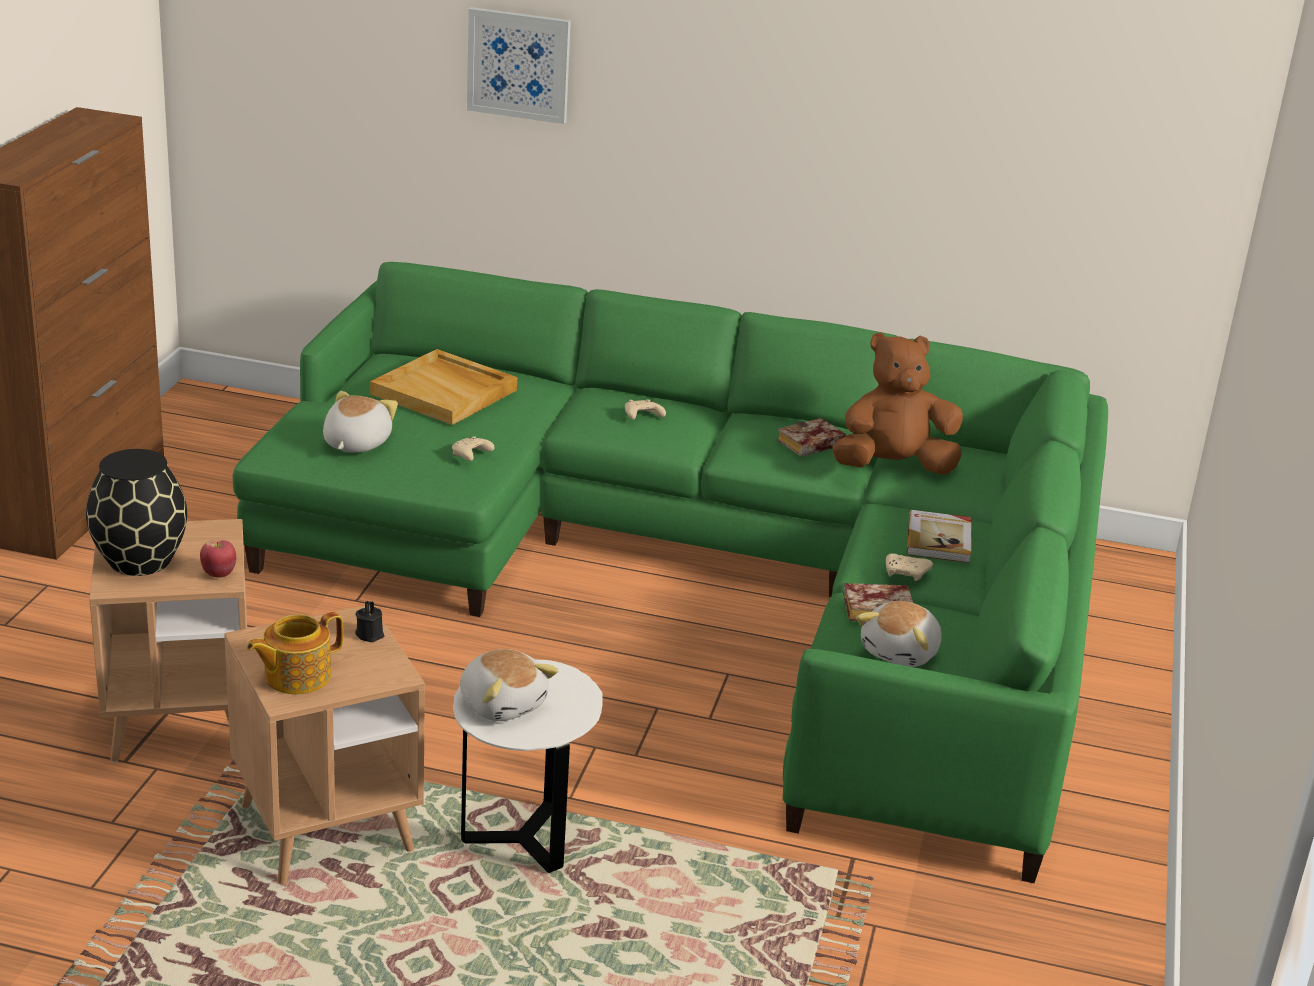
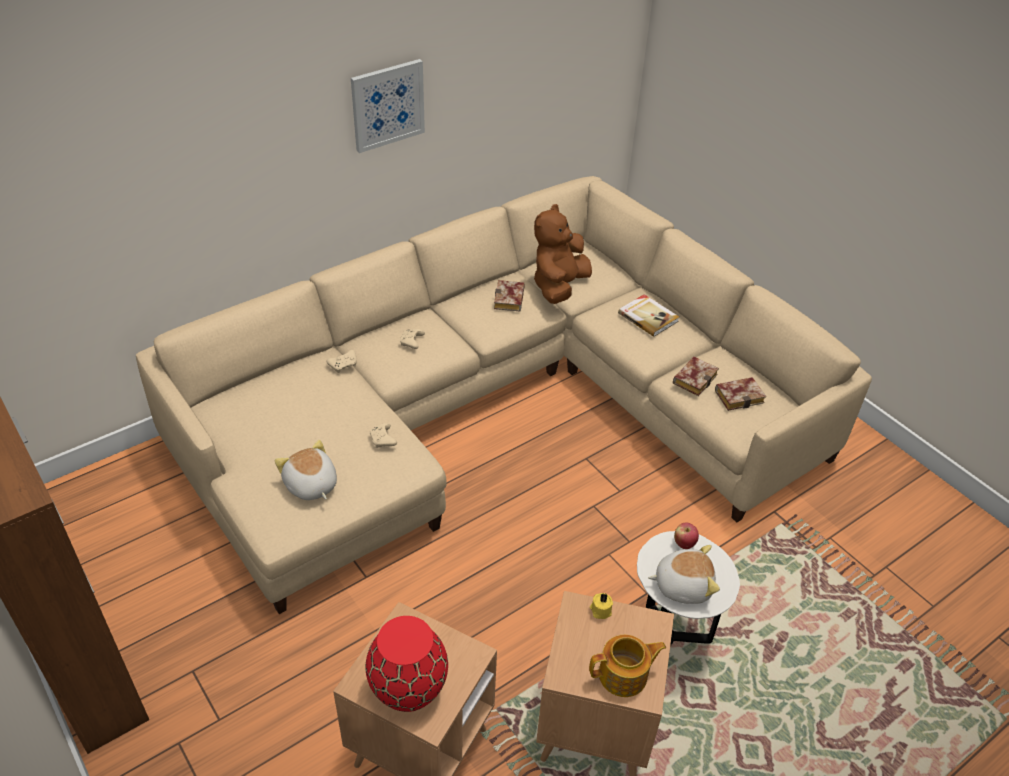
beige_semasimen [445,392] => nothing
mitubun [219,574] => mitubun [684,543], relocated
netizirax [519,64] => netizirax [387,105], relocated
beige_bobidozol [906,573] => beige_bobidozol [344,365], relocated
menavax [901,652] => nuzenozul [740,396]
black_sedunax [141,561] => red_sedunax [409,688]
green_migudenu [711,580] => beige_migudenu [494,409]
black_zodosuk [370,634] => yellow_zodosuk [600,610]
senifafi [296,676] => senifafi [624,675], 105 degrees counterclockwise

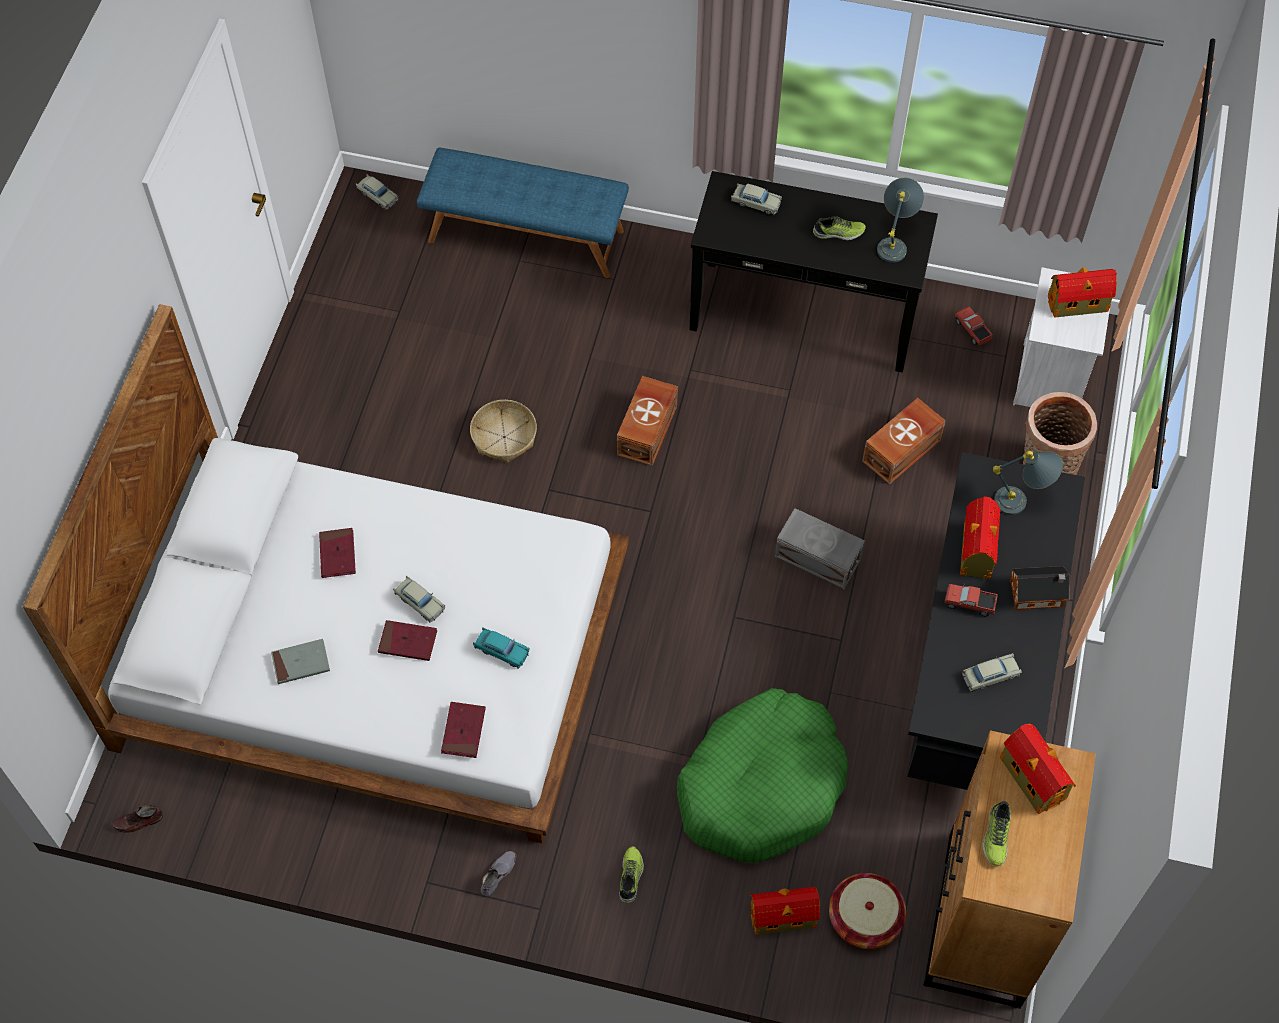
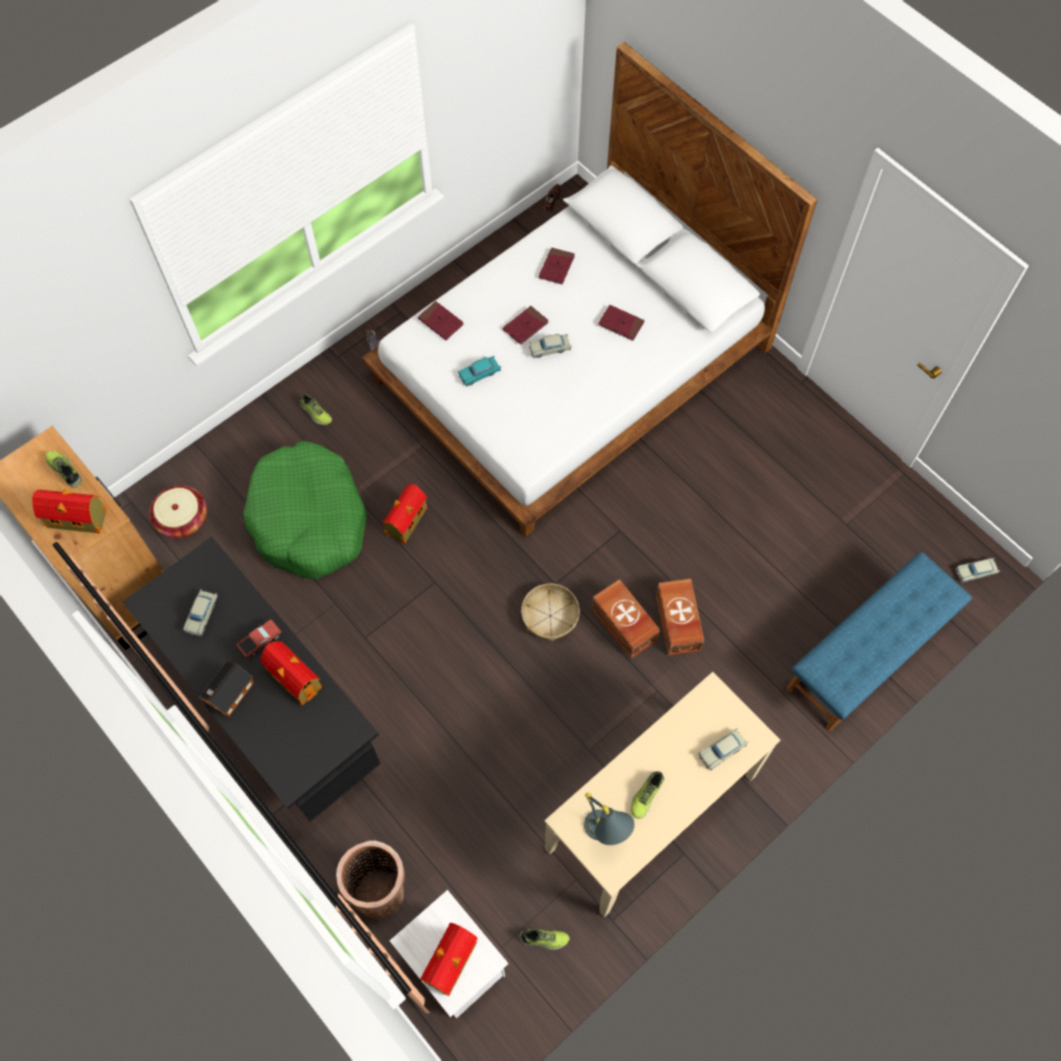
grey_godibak [818,559] => nothing
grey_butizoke [1022,503] => nothing
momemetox [504,437] => momemetox [550,616], relocated
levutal [784,916] => levutal [405,522], relocated
brown_godibak [903,451] => brown_godibak [676,624], relocated
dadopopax [972,331] => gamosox [544,939]
grey_nuzenozul [301,663] => red_nuzenozul [556,267]
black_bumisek [804,314] => beige_bumisek [651,813]

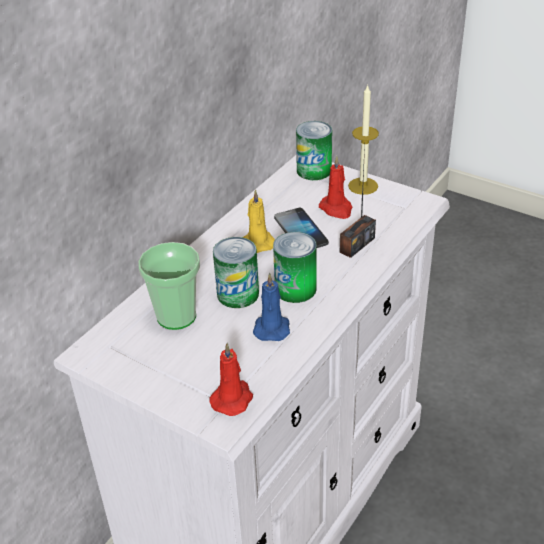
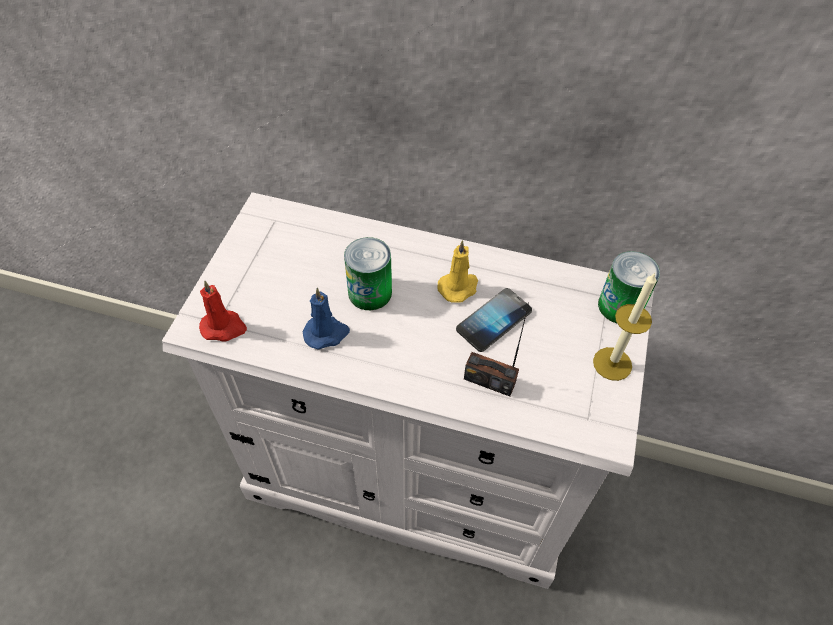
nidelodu [176,316] => nothing
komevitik [295,289] => nothing
red_zodosuk [336,209] => nothing

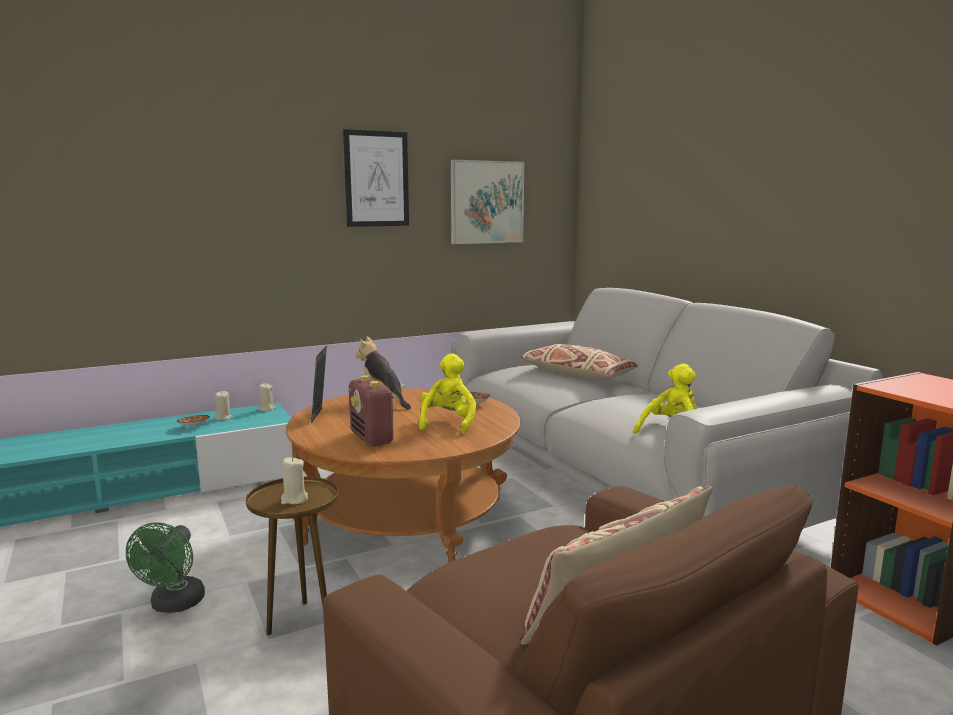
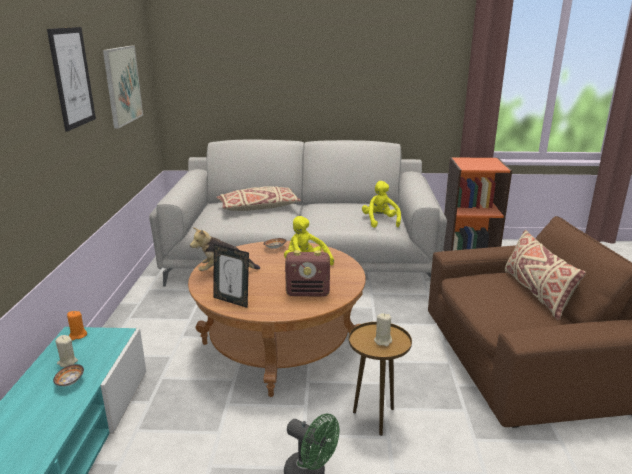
beige_zodosuk [266,409] => orange_zodosuk [78,335]

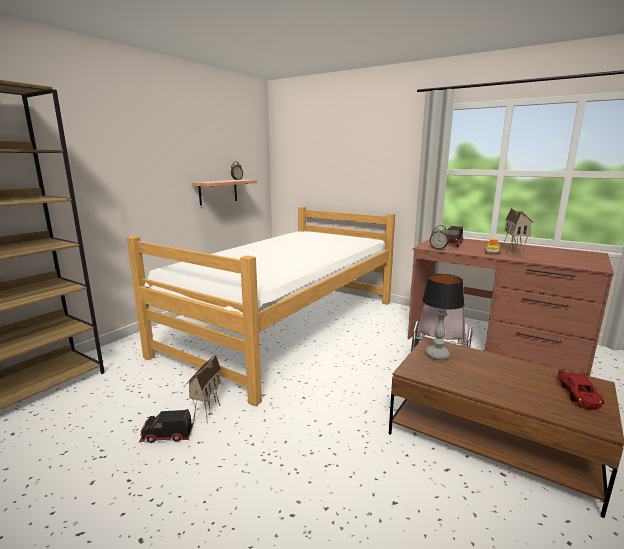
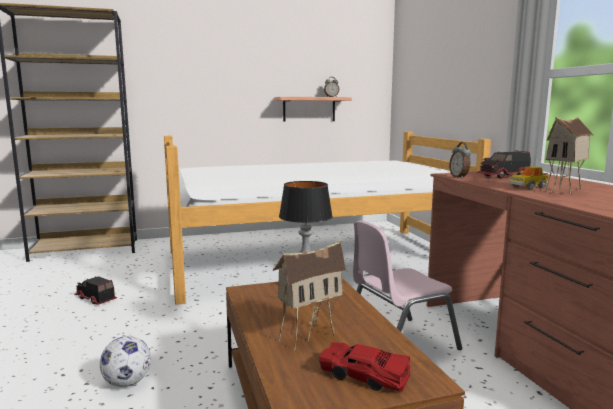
nothing => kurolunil [127,382]
levutal [206,411] => levutal [308,334], relocated
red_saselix [578,395] => red_saselix [363,375], 60 degrees clockwise

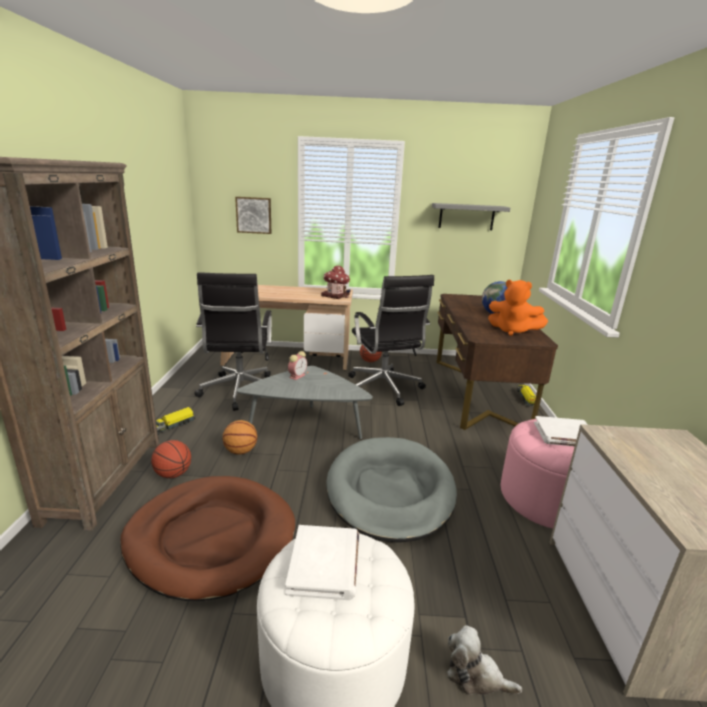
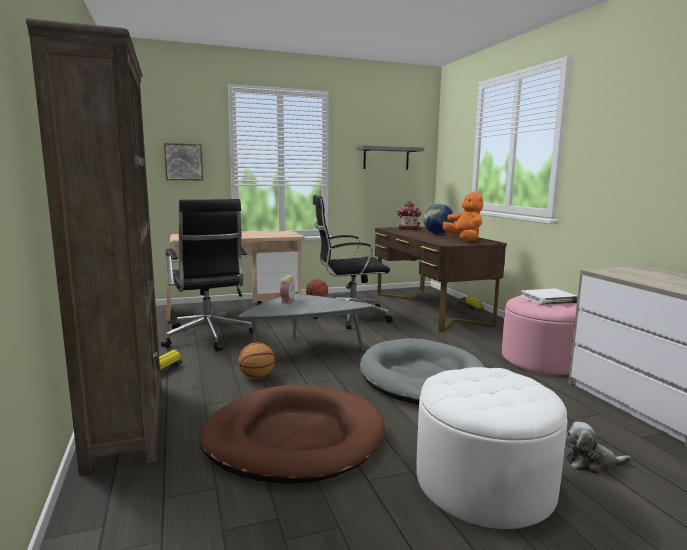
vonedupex [173,474] => nothing
white_nuzenozul [324,564] => nothing
levutal [336,295] => levutal [408,228], relocated
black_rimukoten [384,389] => black_rimukoten [349,317], 120 degrees clockwise
orange_menavax [512,331] => orange_menavax [464,239], 120 degrees counterclockwise

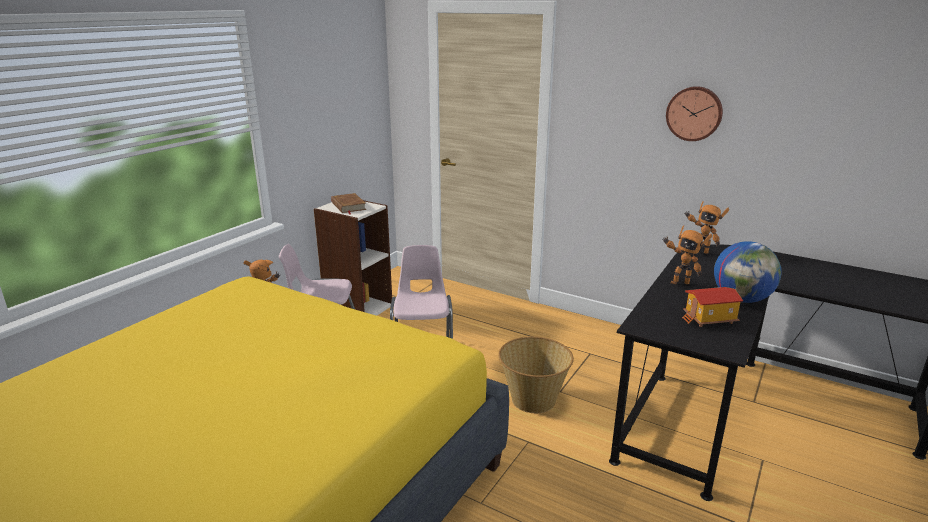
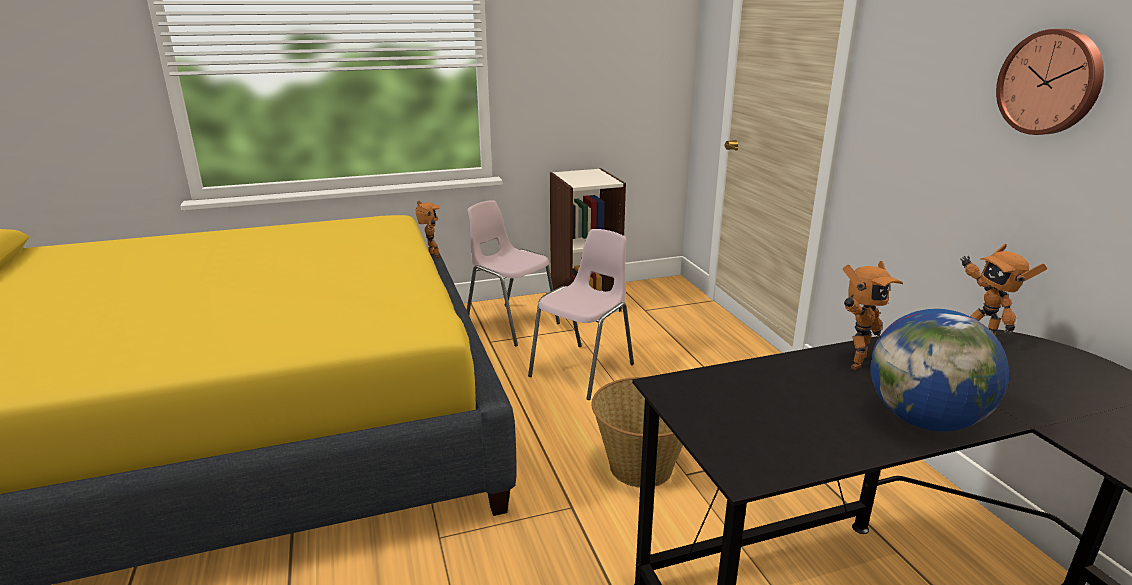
brown_nuzenozul [348,206] => nothing
levutal [709,320] => nothing
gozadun [679,282] => gozadun [853,361], 105 degrees counterclockwise

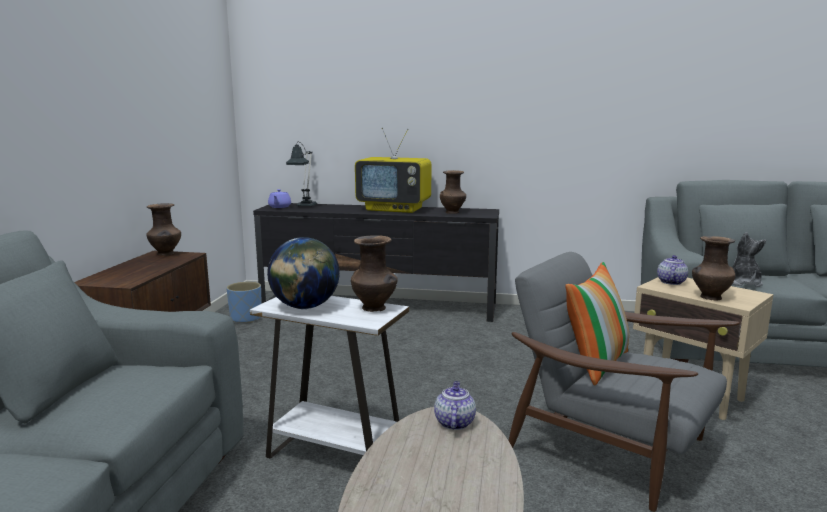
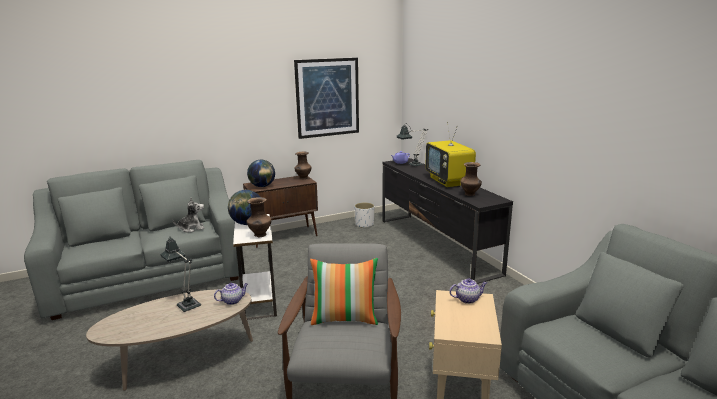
brown_sedunax [709,297] => nothing
nothing => butizoke [186,304]
nothing => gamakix [262,186]
nothing => netizirax [327,97]
menavax [743,283] => menavax [191,228], relocated
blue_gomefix [246,318] => white_gomefix [364,224]

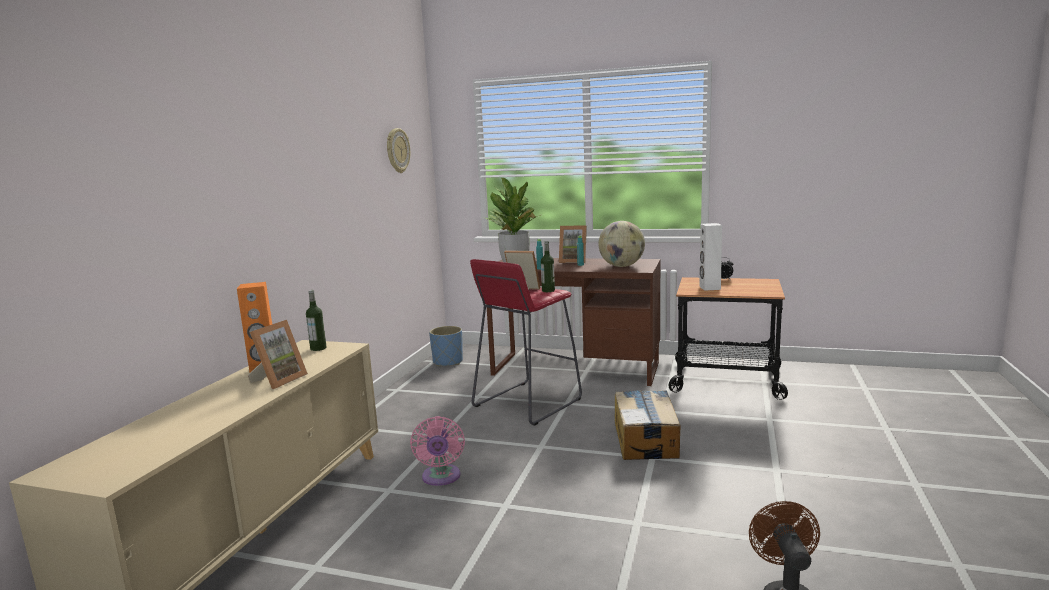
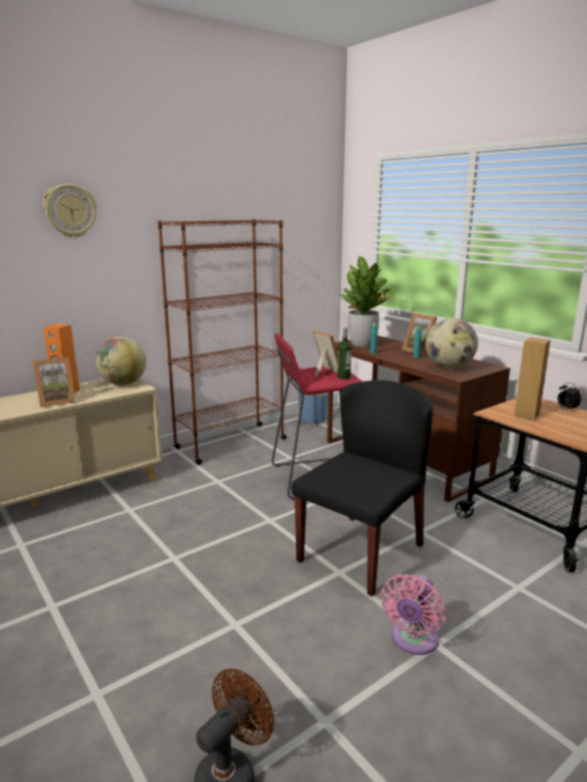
nothing => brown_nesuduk [230,443]
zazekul [397,150] => zazekul [70,211], relocated
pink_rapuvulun [441,478] => pink_rapuvulun [413,641], relocated
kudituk [318,348] => gamakix [123,383]
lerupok [646,439] => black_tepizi [361,552]
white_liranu [709,288] => brown_liranu [526,414]

